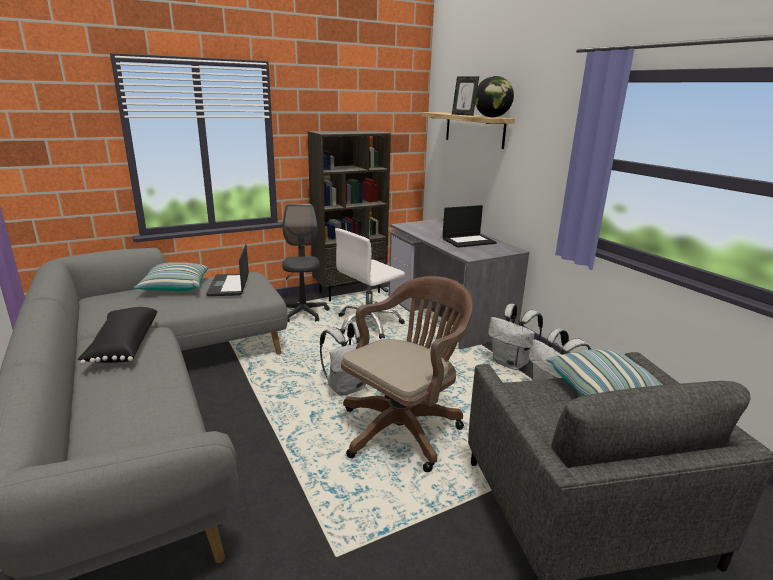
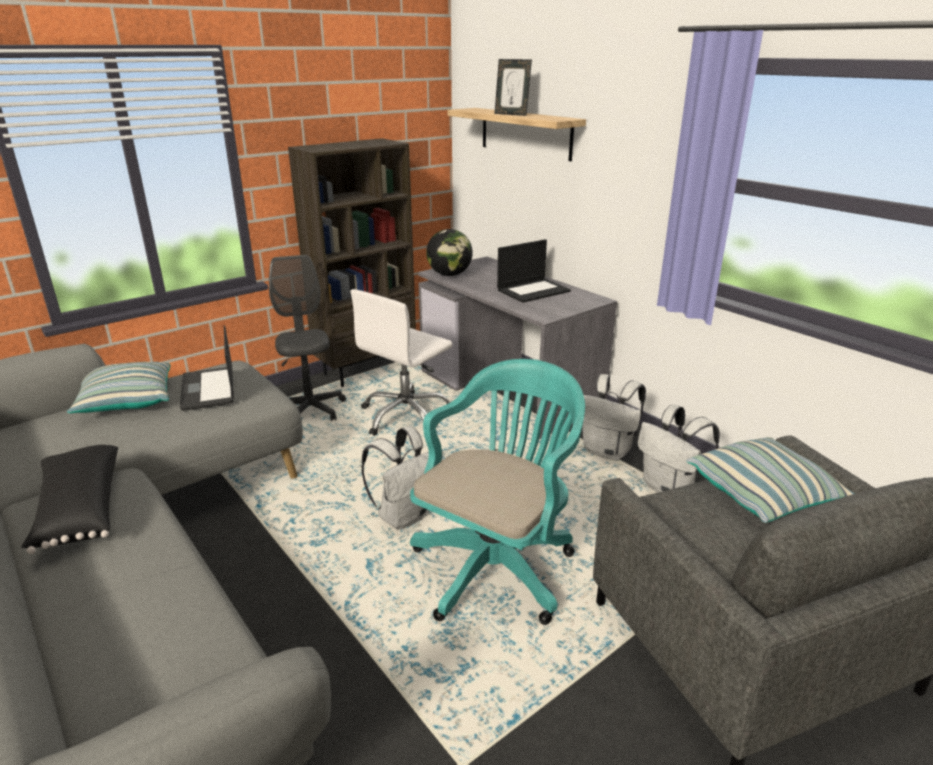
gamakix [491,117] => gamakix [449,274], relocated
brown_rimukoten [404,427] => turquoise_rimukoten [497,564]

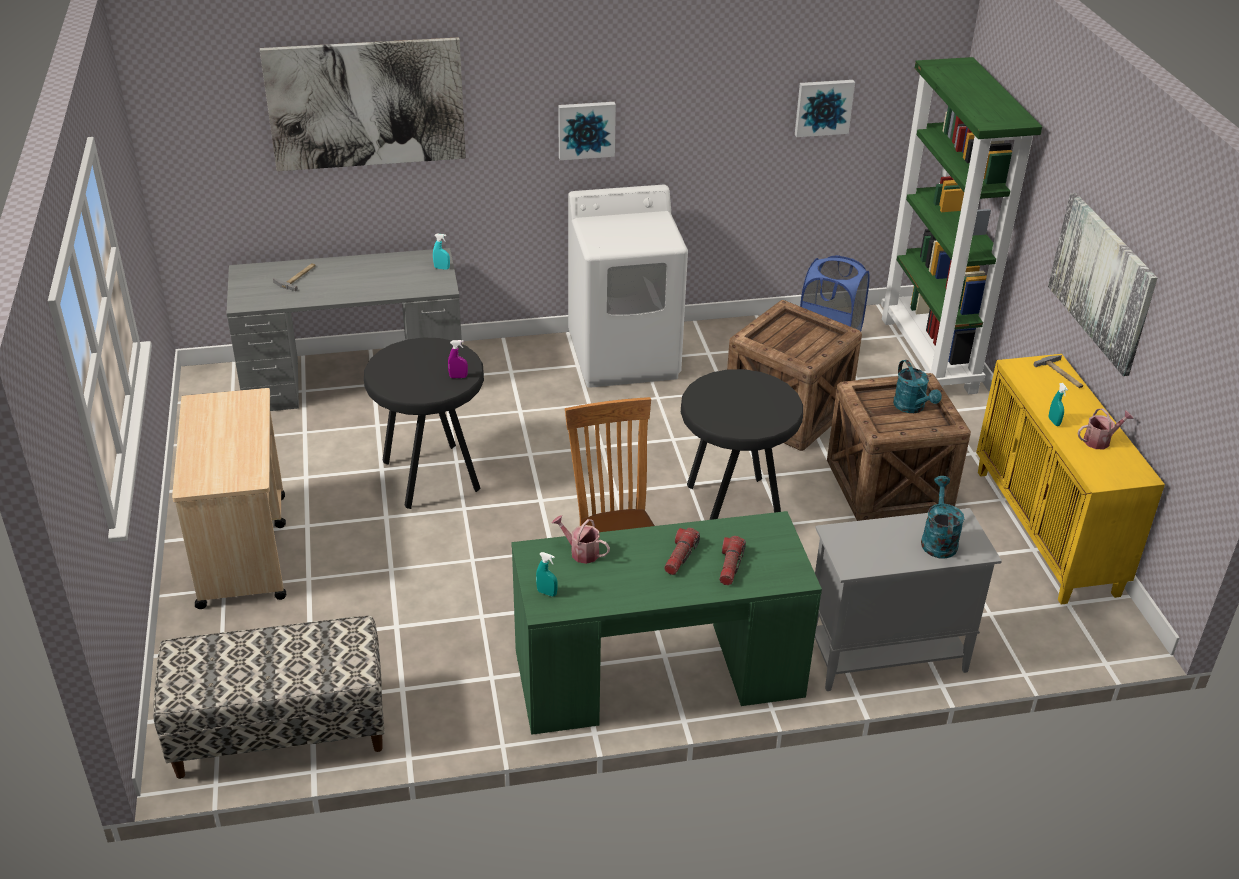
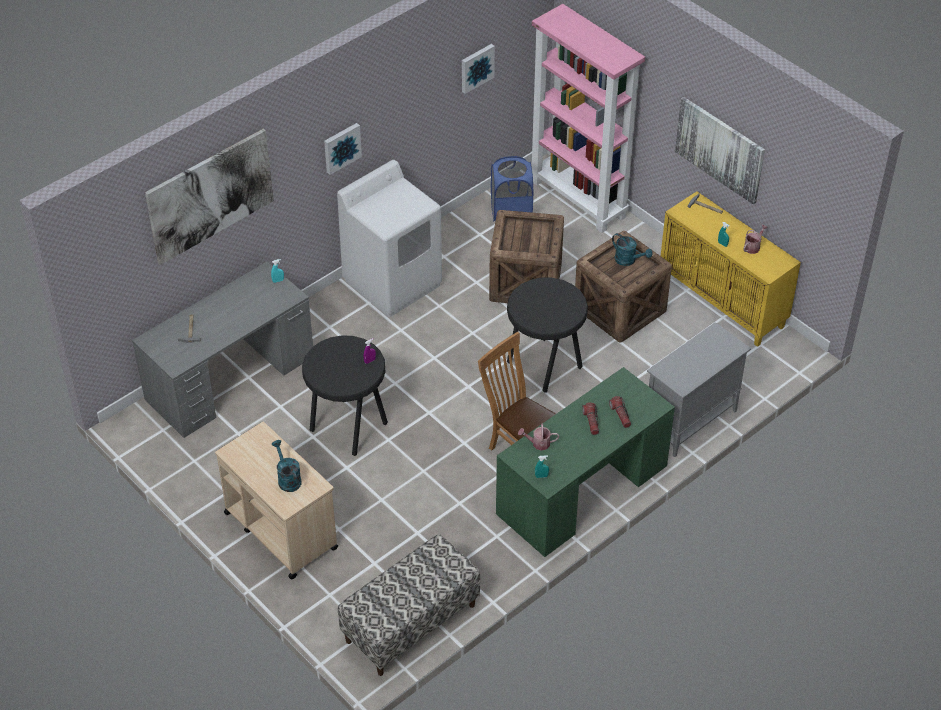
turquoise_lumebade [938,540] => turquoise_lumebade [287,478], relocated
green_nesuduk [929,355] => pink_nesuduk [579,199]

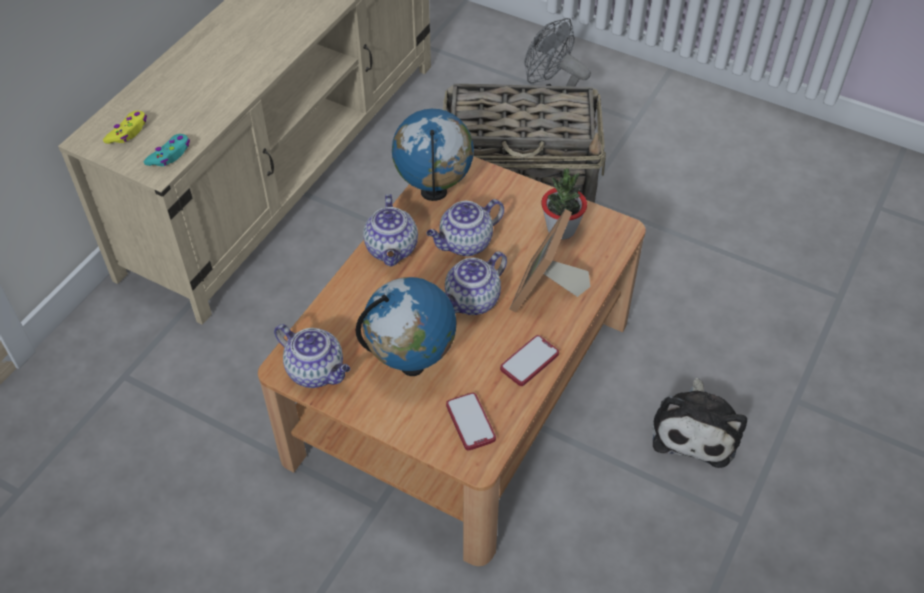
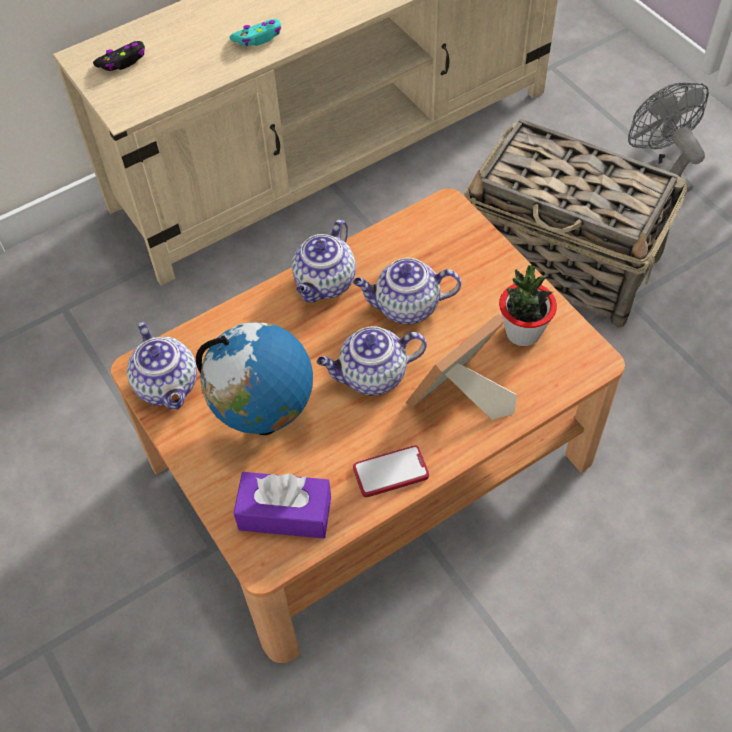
gamakix [434,193] => nothing
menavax [696,429] => nothing
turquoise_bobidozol [170,155] => turquoise_bobidozol [258,38], relocated
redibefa [470,422] => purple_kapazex [285,513]
yellow_bobidozol [128,132] => black_bobidozol [123,61]

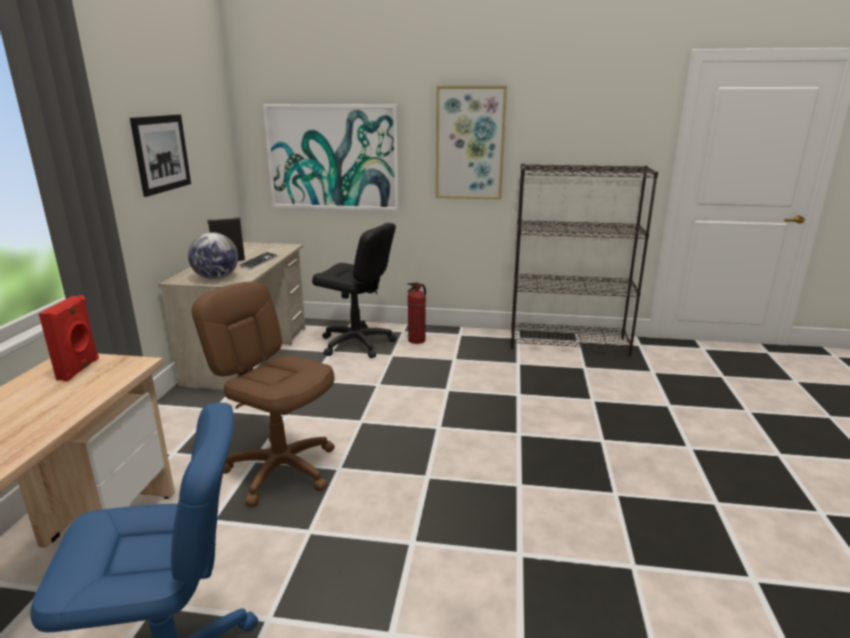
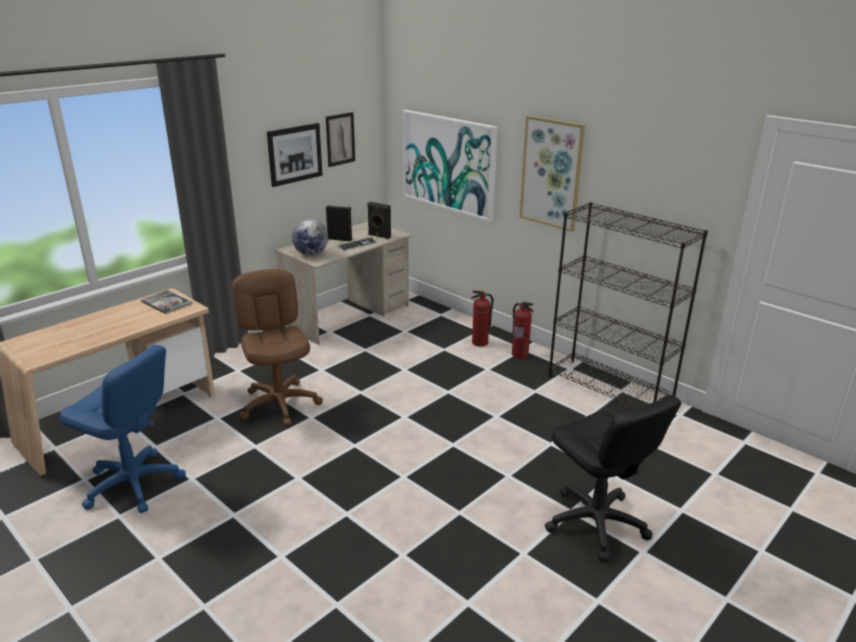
nothing => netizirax [340,139]
nothing => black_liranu [379,236]
nothing => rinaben [520,354]
black_rimukoten [356,344] => black_rimukoten [596,523], relocated
red_liranu [80,369] => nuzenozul [166,303]

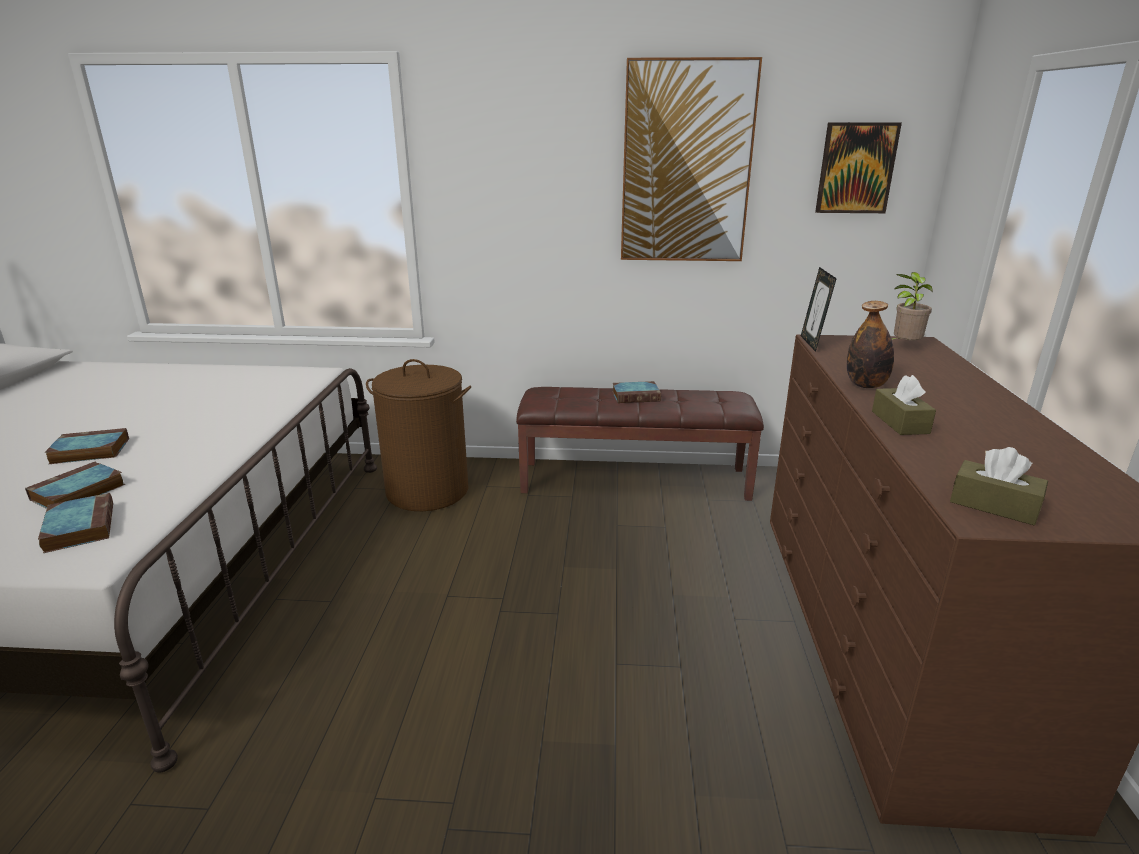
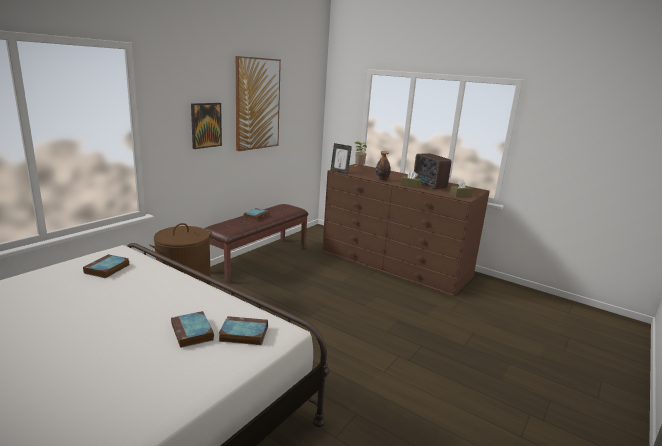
nothing => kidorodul [429,185]
nuzenozul [88,451] => nuzenozul [107,269], relocated
netizirax [856,168] => netizirax [206,125], relocated

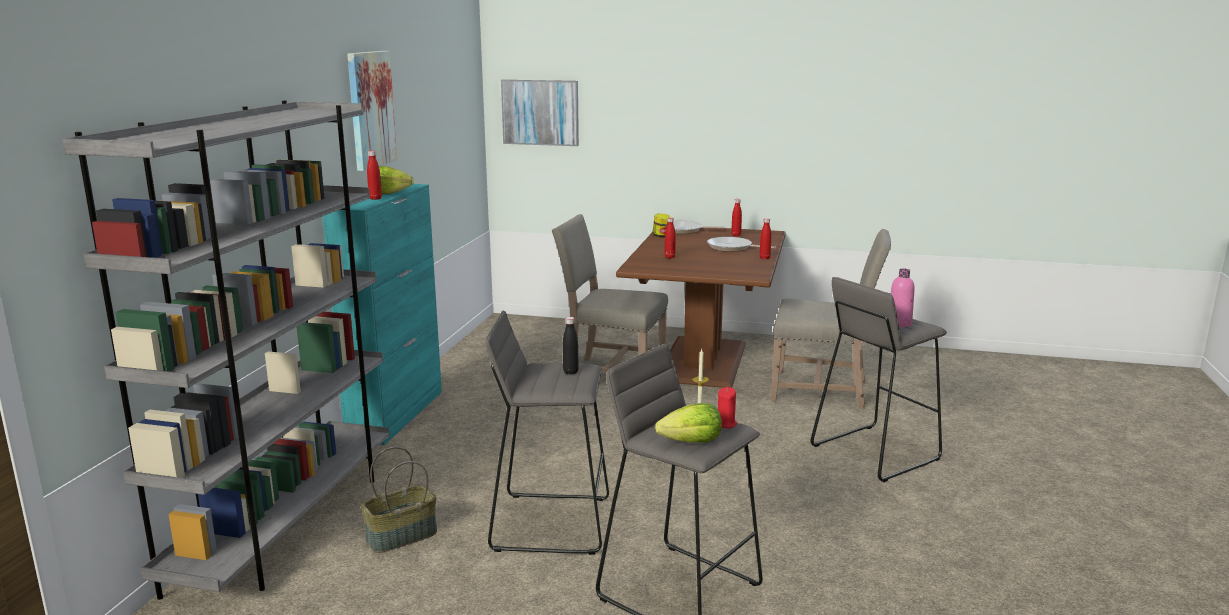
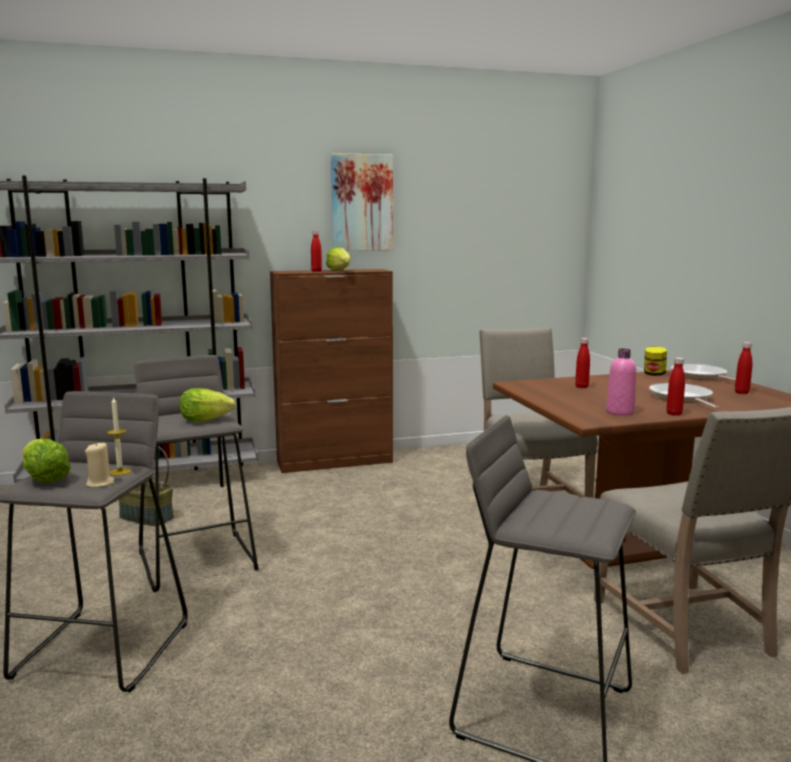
netizirax [540,112] => nothing
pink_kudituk [899,323] => pink_kudituk [620,412], relocated
black_kudituk [570,372] => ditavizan [205,420]
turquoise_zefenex [396,414] => brown_zefenex [335,462]
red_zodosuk [725,424] => beige_zodosuk [100,483]

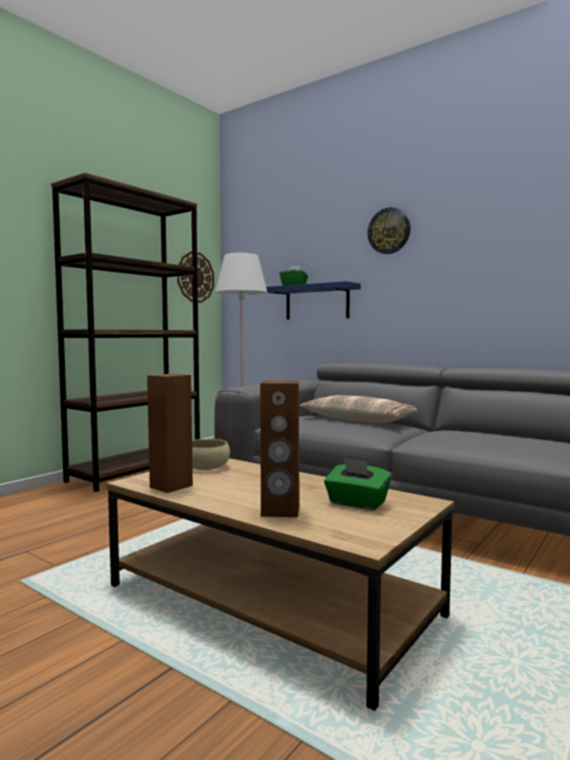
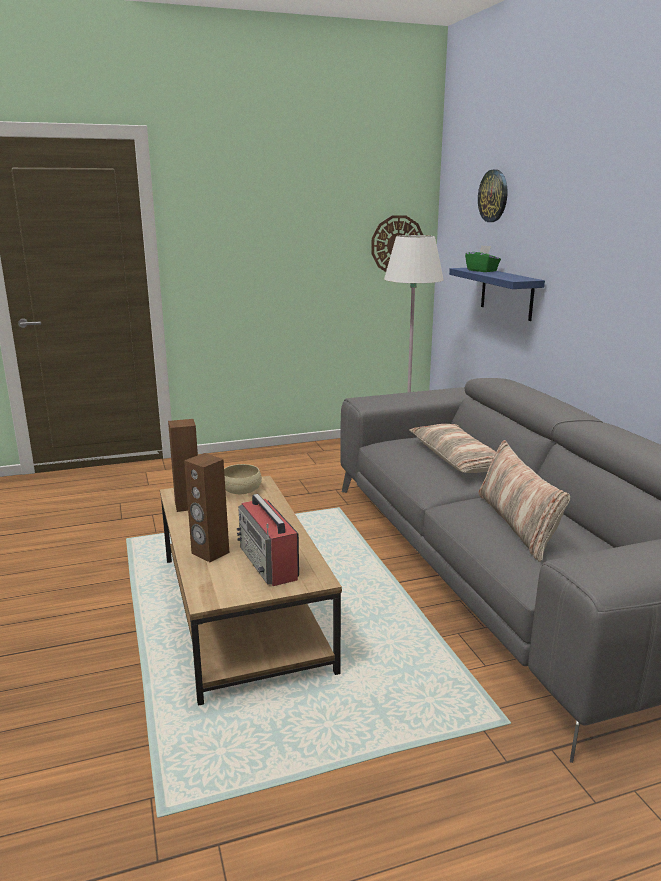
brown_nesuduk [136,471] => nothing
nothing => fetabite [516,523]
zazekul [389,231] => zazekul [493,196], relocated
green_kapazex [357,503] => kidorodul [269,563]

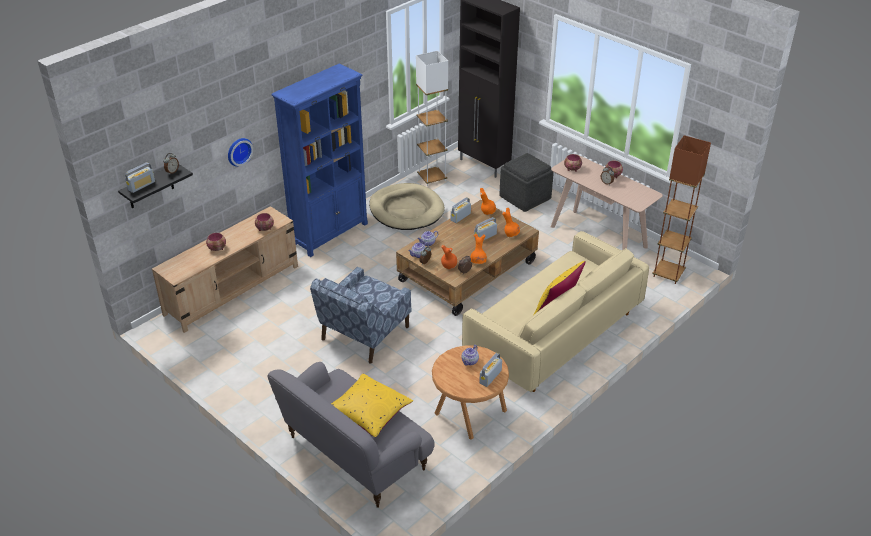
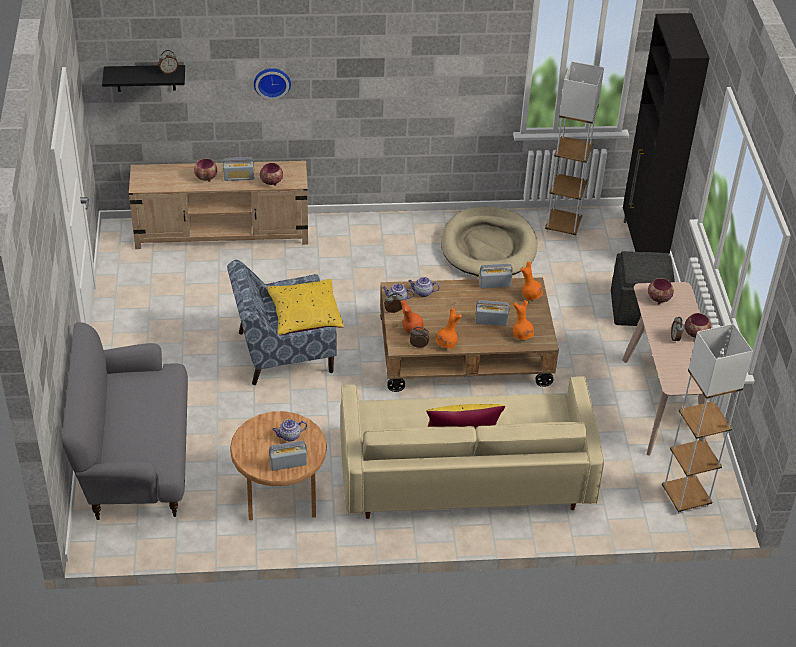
blue_nesuduk [330,233] => nothing
kidorodul [141,186] => kidorodul [239,177], relocated
yellow_fetabite [369,412] => yellow_fetabite [305,315], relocated
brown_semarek [668,274] => white_semarek [685,497]

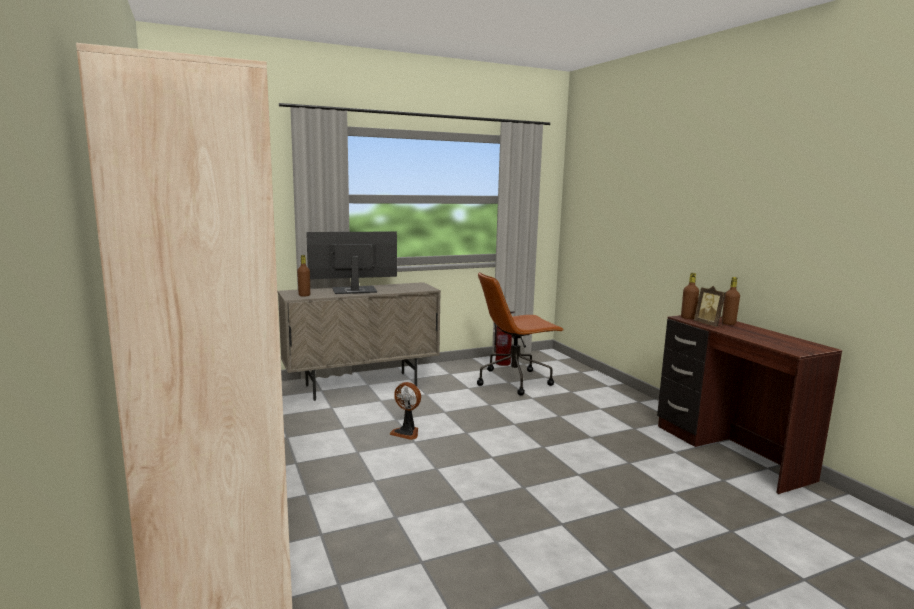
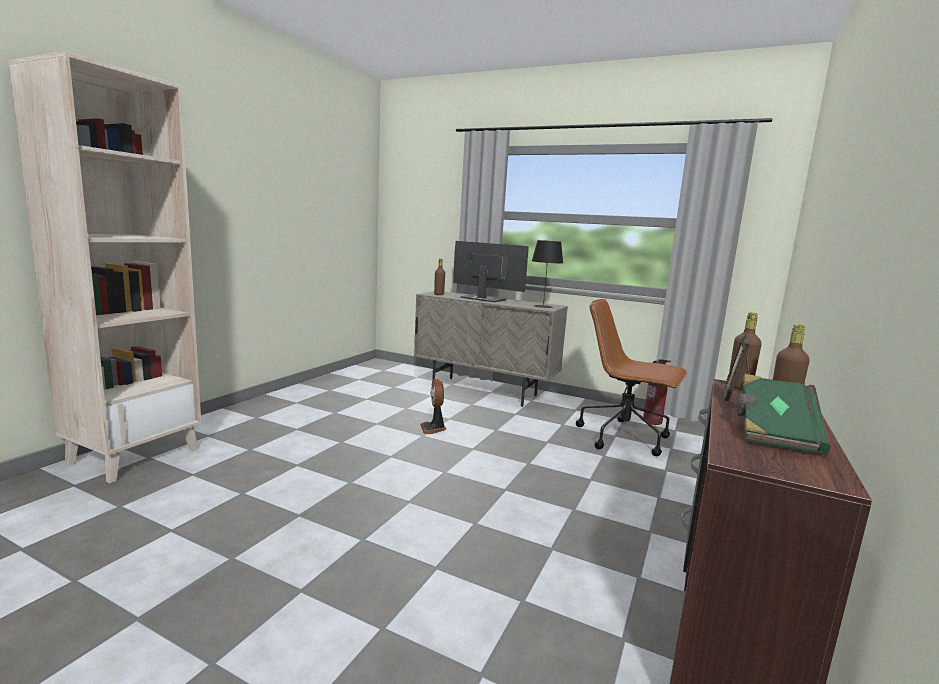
nothing => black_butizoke [543,306]
nothing => green_nuzenozul [774,432]

